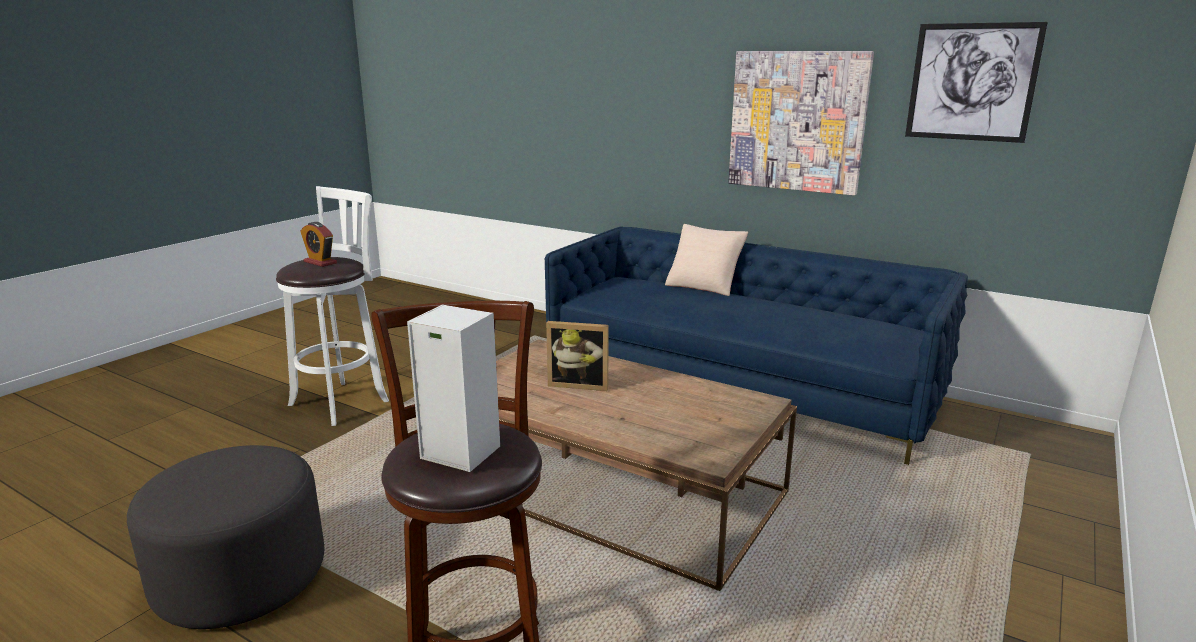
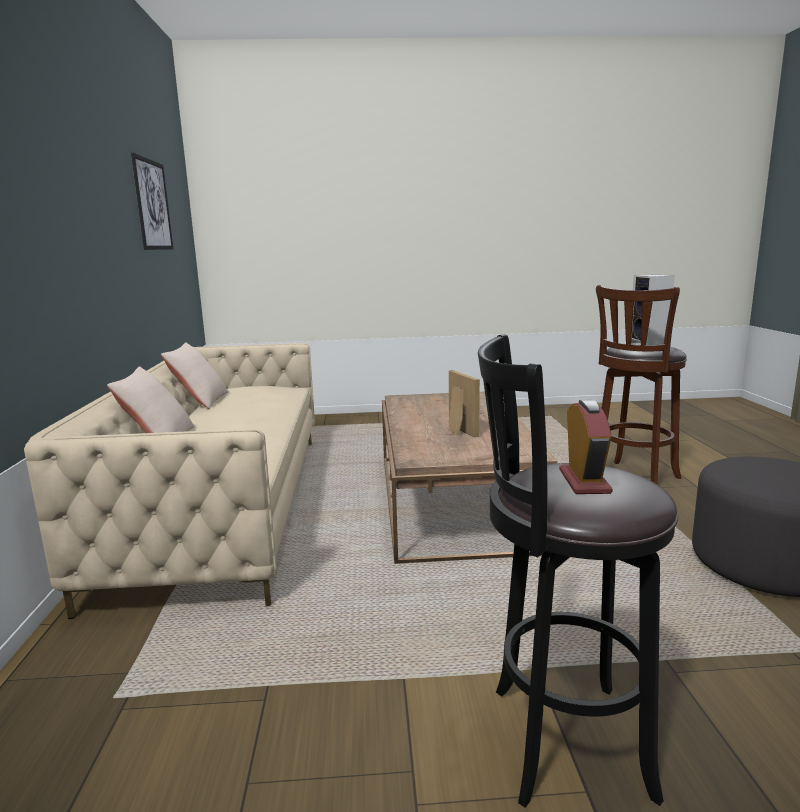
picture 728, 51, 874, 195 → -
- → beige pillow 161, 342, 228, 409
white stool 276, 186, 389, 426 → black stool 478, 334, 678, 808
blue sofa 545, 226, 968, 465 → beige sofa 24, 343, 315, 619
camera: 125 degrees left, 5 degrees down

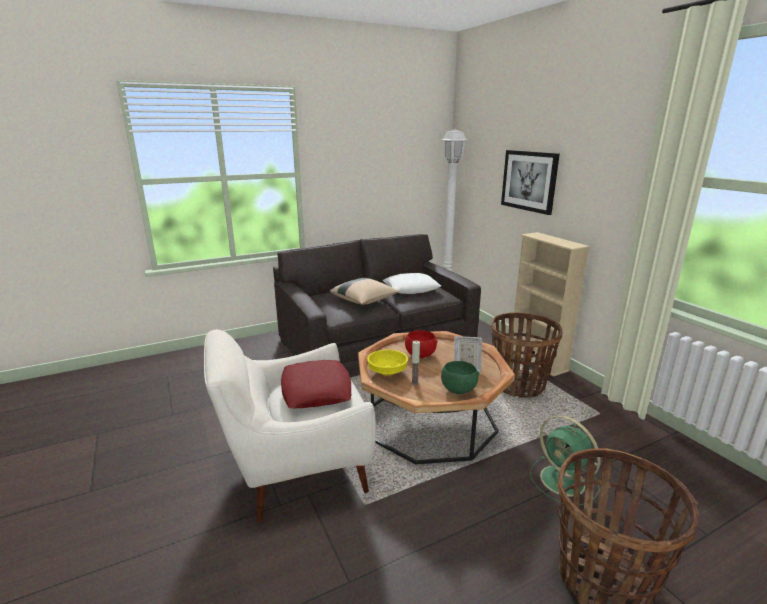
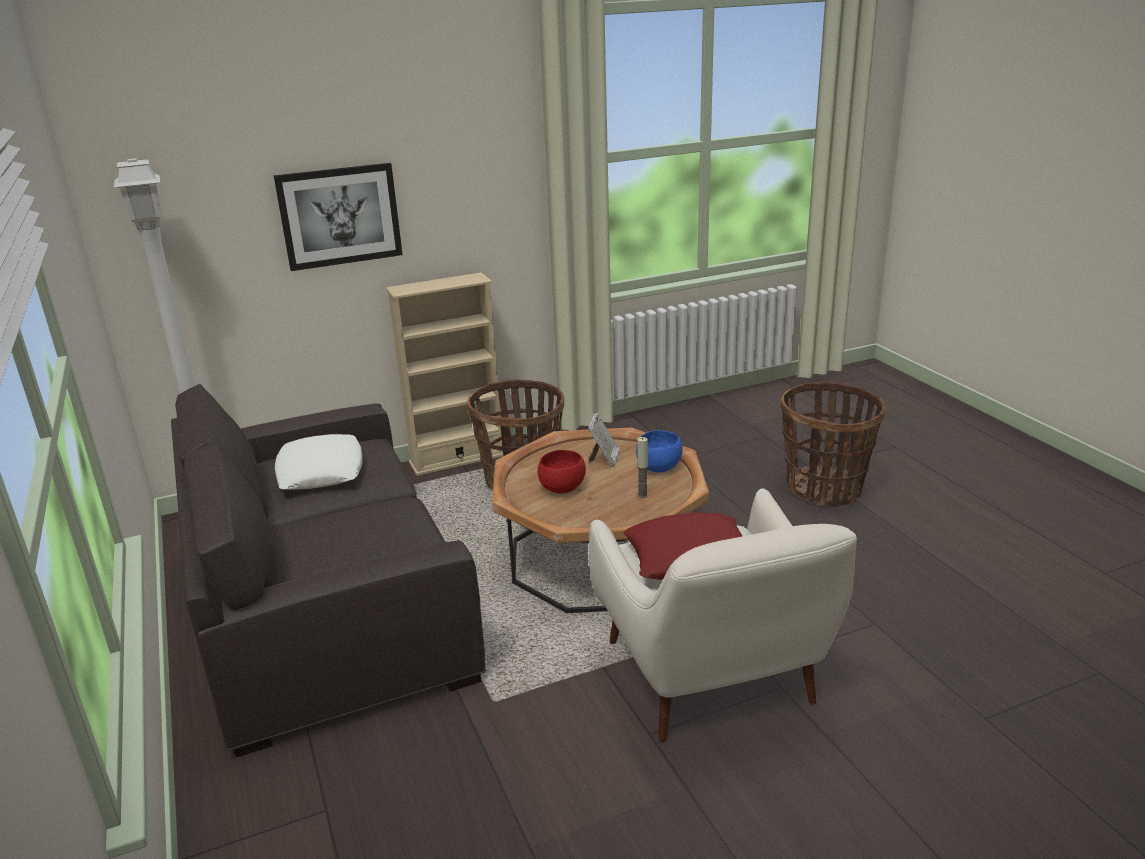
beige pillow 330, 278, 399, 305 → -
yellow bowl 367, 350, 408, 376 → -
green fan 530, 415, 601, 505 → -
green bowl 441, 361, 480, 394 → blue bowl 636, 431, 682, 472
camera: 85 degrees left, 5 degrees up

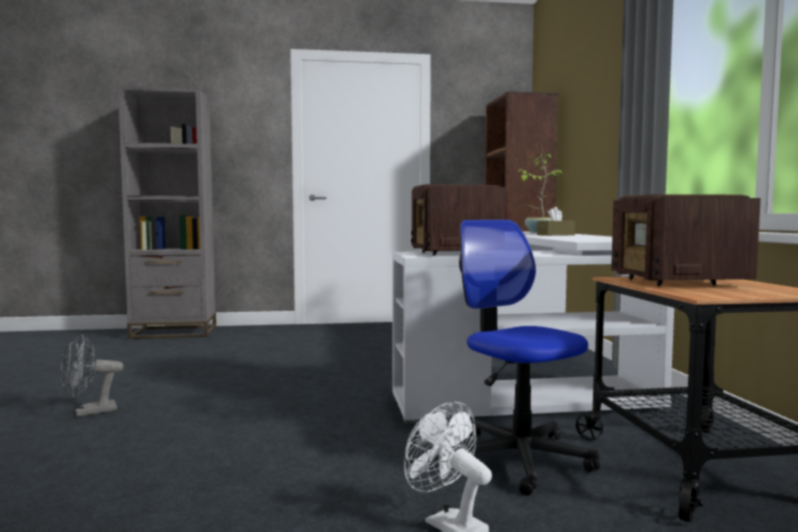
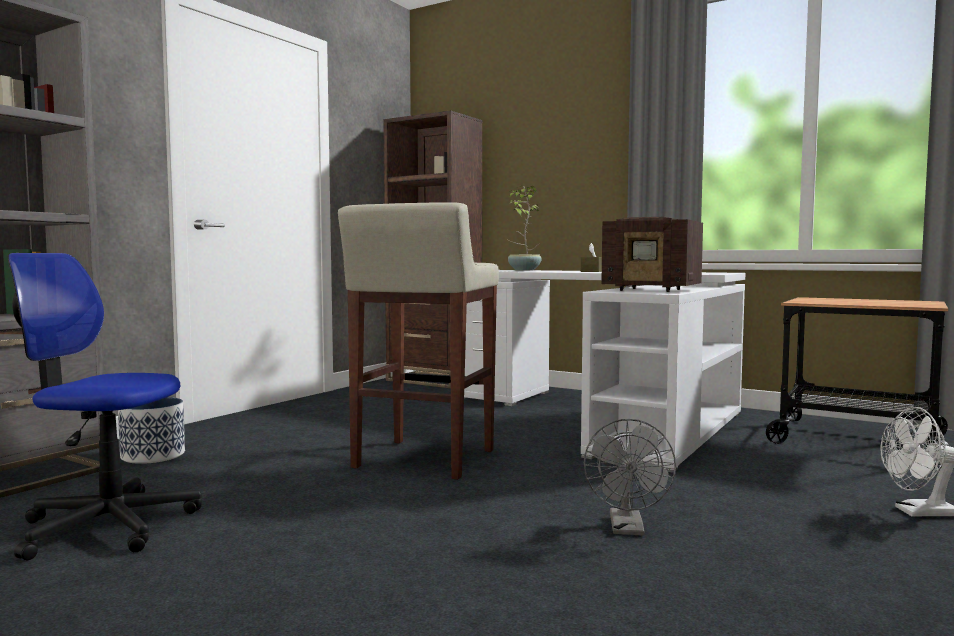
radio 611, 194, 761, 286 → -
- → planter 118, 397, 185, 464
- → beige stool 338, 202, 499, 480
grey fan 60, 334, 123, 417 → grey fan 584, 419, 676, 535, moved
office chair 451, 220, 600, 496 → office chair 8, 253, 202, 560, moved
camera: 50 degrees left, 0 degrees up

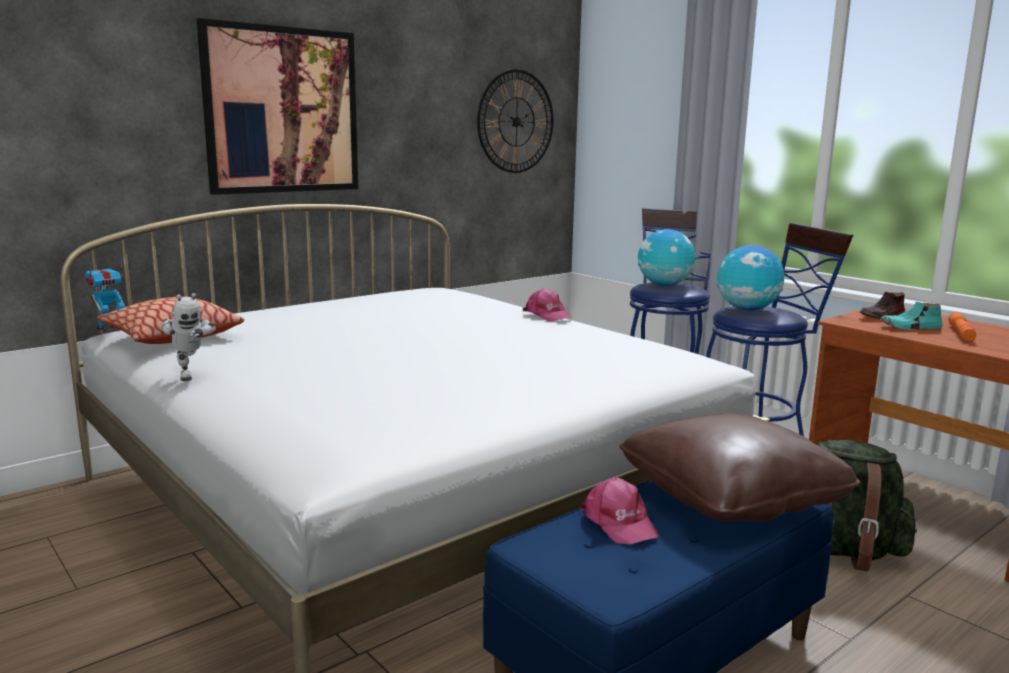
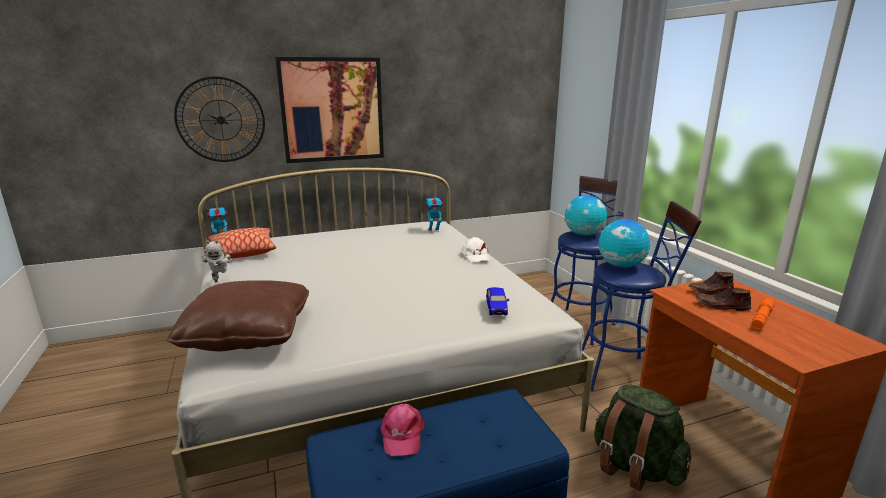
- → toy robot 425, 198, 443, 232
- → toy car 486, 287, 509, 315
wall clock 477, 69, 553, 173 → wall clock 174, 76, 265, 162, moved
brown pillow 619, 413, 860, 522 → brown pillow 166, 280, 309, 351, moved
pink cap 523, 288, 572, 321 → white cap 461, 237, 490, 262
turquoise shoe 880, 301, 942, 330 → brown shoe 695, 286, 751, 311
camera: 20 degrees right, 5 degrees up

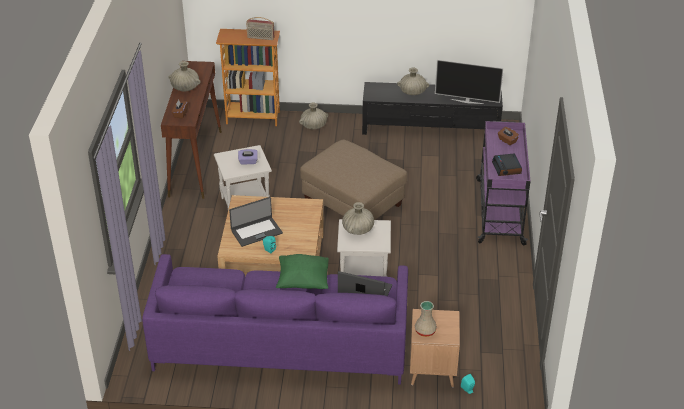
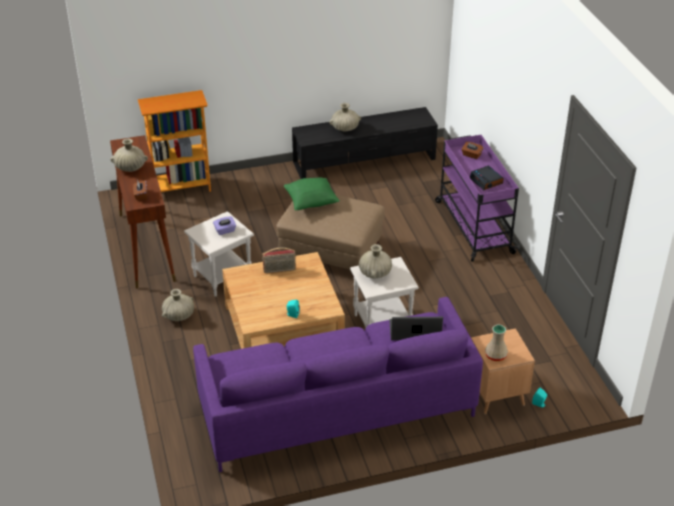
laptop 229, 197, 283, 247 → -
television 435, 59, 504, 104 → -
radio 246, 17, 274, 40 → radio 262, 248, 296, 273, moved
green pillow 276, 254, 329, 289 → green pillow 284, 177, 340, 210, moved
beige vase 299, 103, 328, 129 → beige vase 162, 289, 194, 321, moved
camera: 20 degrees left, 0 degrees up

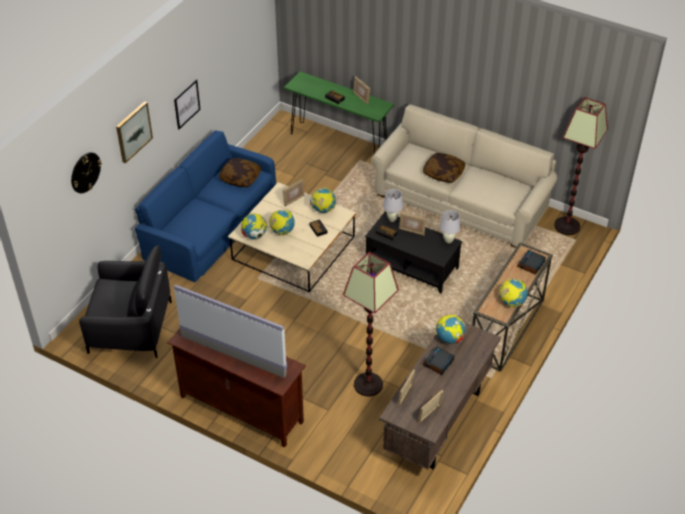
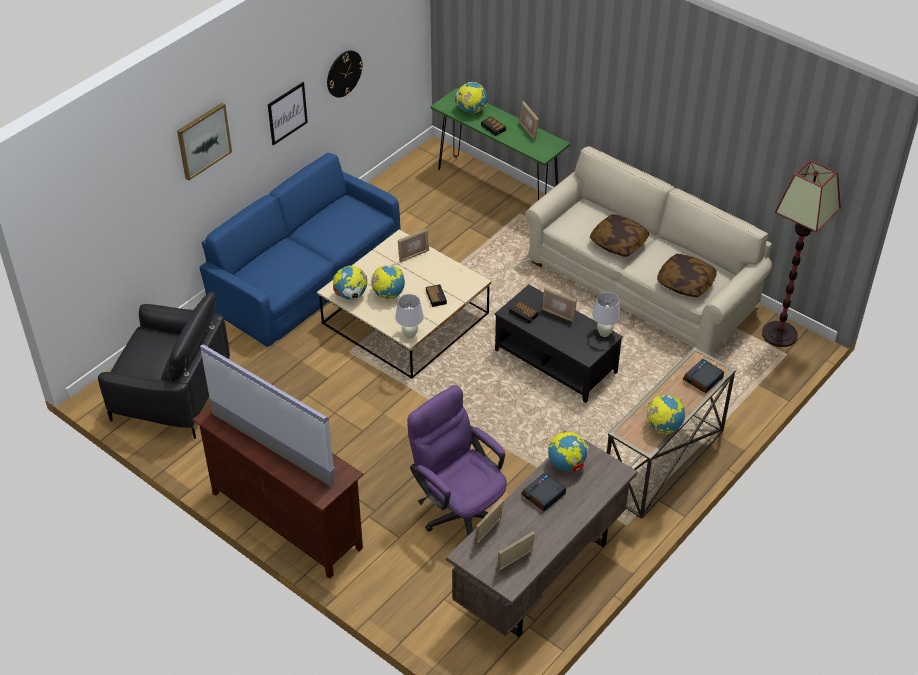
wall clock 71, 152, 102, 193 → wall clock 327, 50, 363, 98, moved
pillow 219, 158, 261, 187 → pillow 657, 254, 717, 297, moved
globe 310, 187, 336, 213 → globe 455, 82, 487, 113, moved
white table lamp 383, 189, 403, 222 → white table lamp 395, 294, 424, 339, moved
floor lamp 343, 252, 399, 396 → purple office chair 407, 385, 507, 536
camera: 10 degrees right, 0 degrees up

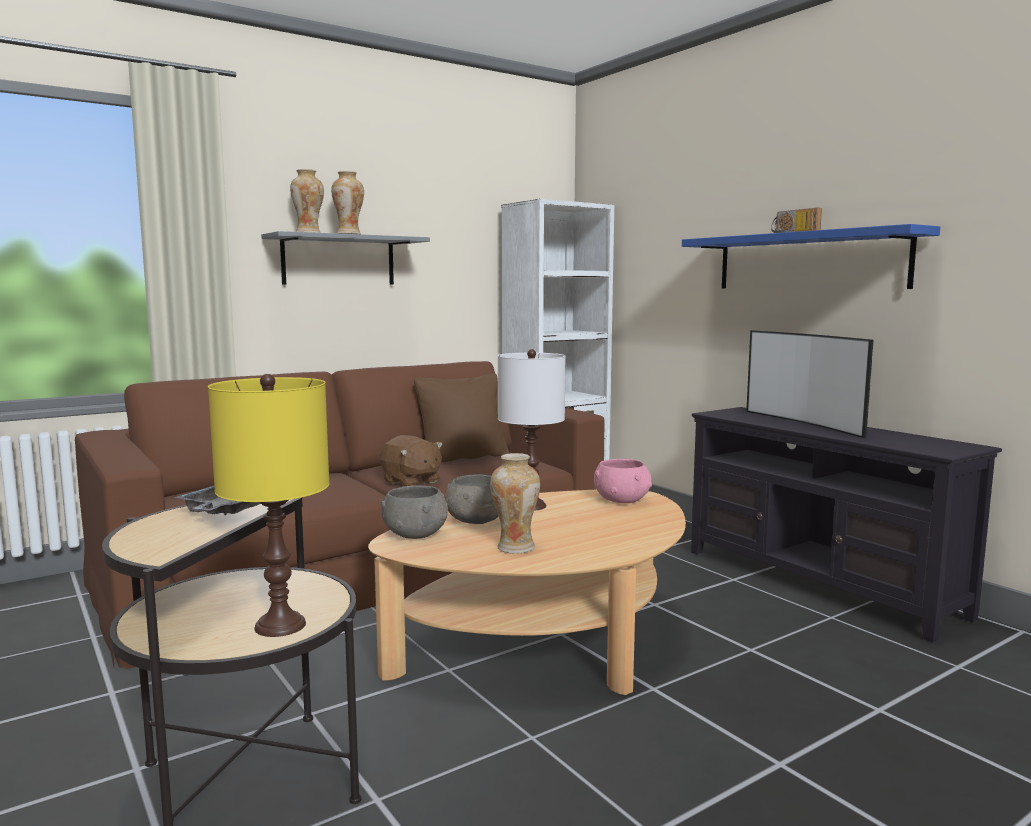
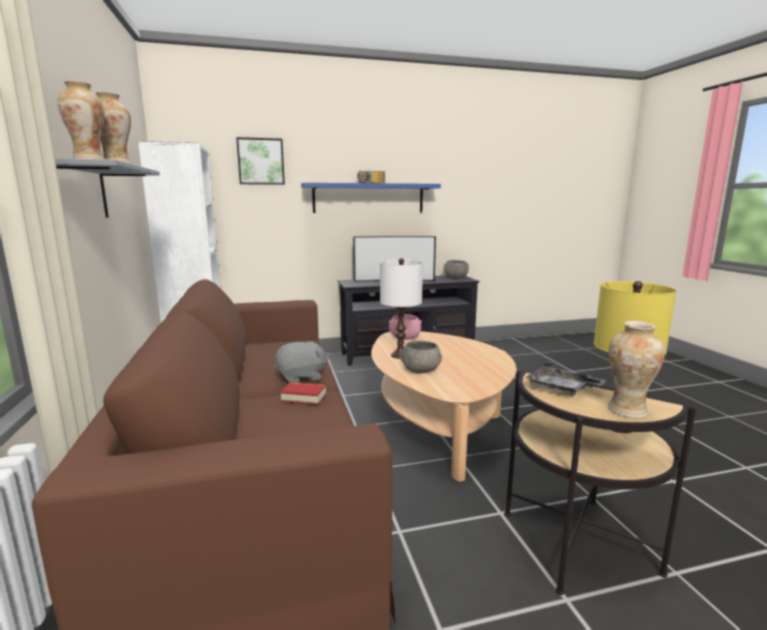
brown pillow 414, 374, 509, 462 → -
- → picture 236, 137, 285, 185
- → book 280, 382, 326, 405
grey bowl 381, 486, 448, 539 → grey bowl 444, 260, 469, 278, moved
vase 490, 453, 540, 554 → vase 608, 321, 665, 418, moved
brown plush toy 380, 435, 443, 487 → grey plush toy 274, 341, 329, 383
camera: 70 degrees left, 5 degrees up

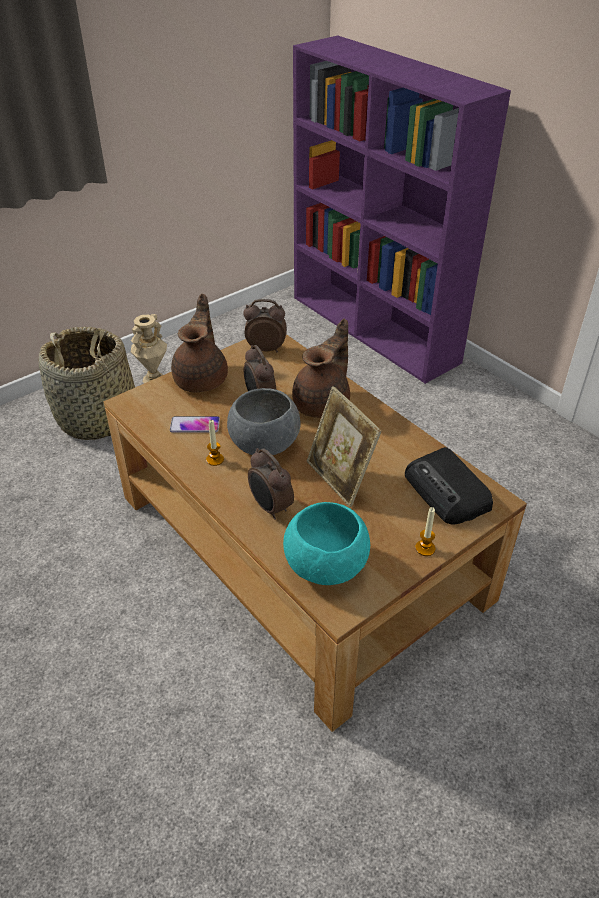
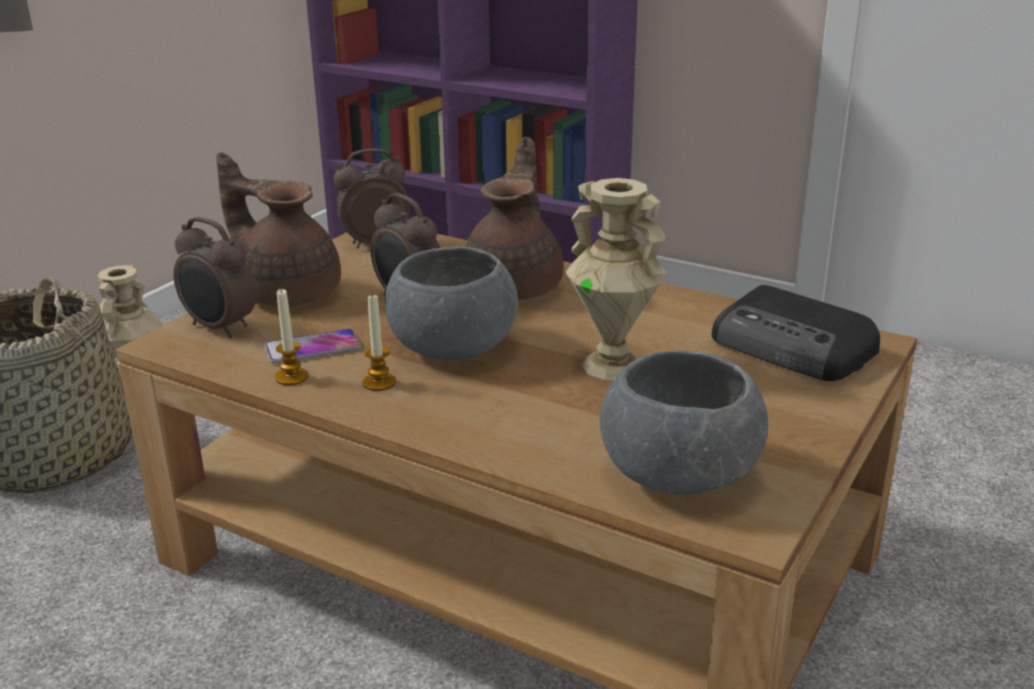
alarm clock 248, 448, 294, 520 → alarm clock 173, 217, 256, 338, moved
candle 415, 507, 435, 556 → candle 275, 288, 308, 386, moved
picture frame 307, 386, 382, 507 → beige vase 565, 178, 667, 380
turquoise bowl 283, 502, 370, 585 → grey bowl 600, 351, 768, 495
brown teapot 171, 294, 228, 392 → brown teapot 216, 152, 341, 307, 45 degrees counterclockwise
camera: 20 degrees left, 15 degrees down

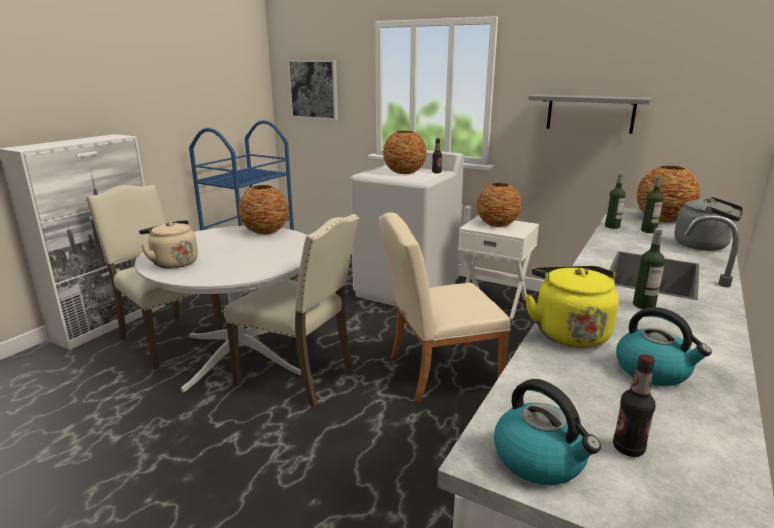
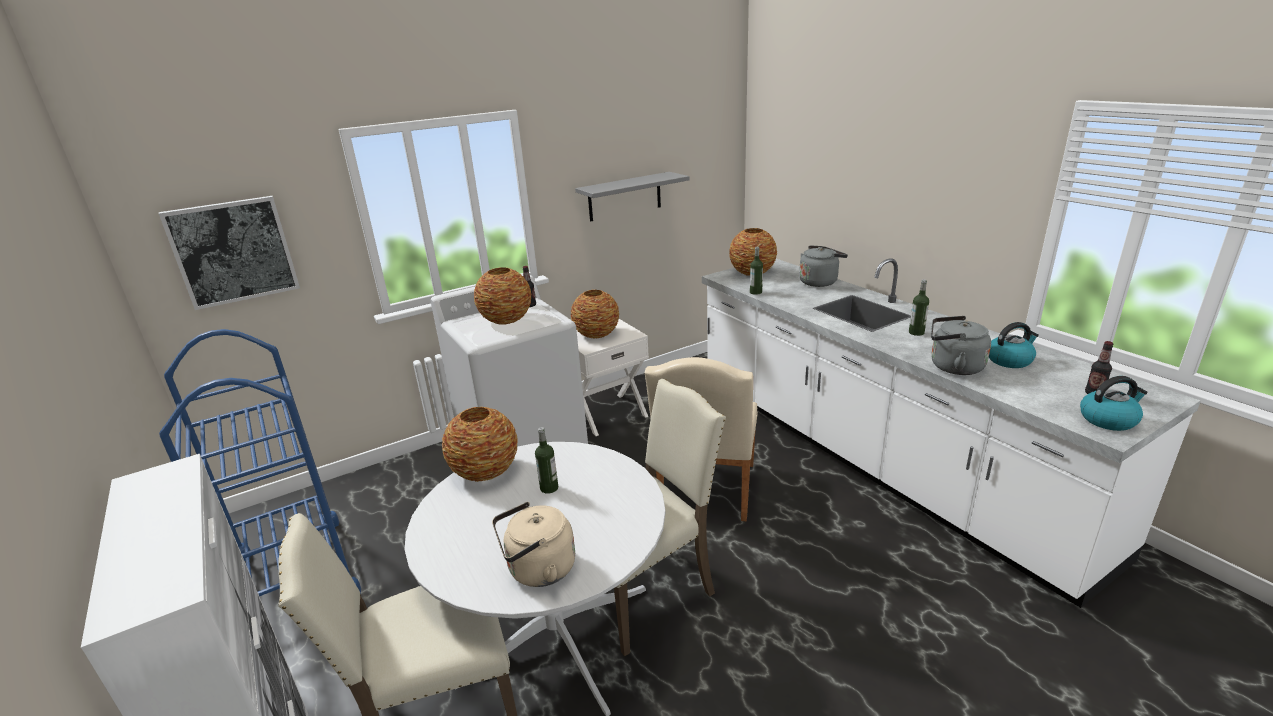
bottle 641, 176, 663, 233 → bottle 535, 427, 558, 494, moved
yellow kettle 525, 266, 619, 348 → grey kettle 931, 316, 991, 375
camera: 60 degrees left, 5 degrees up

